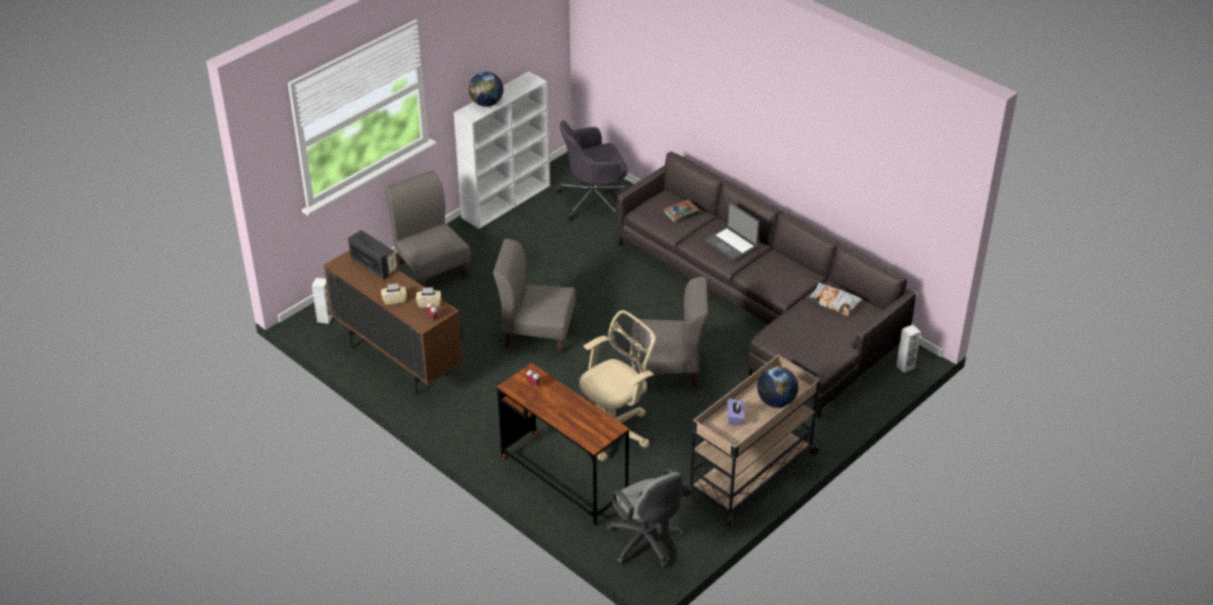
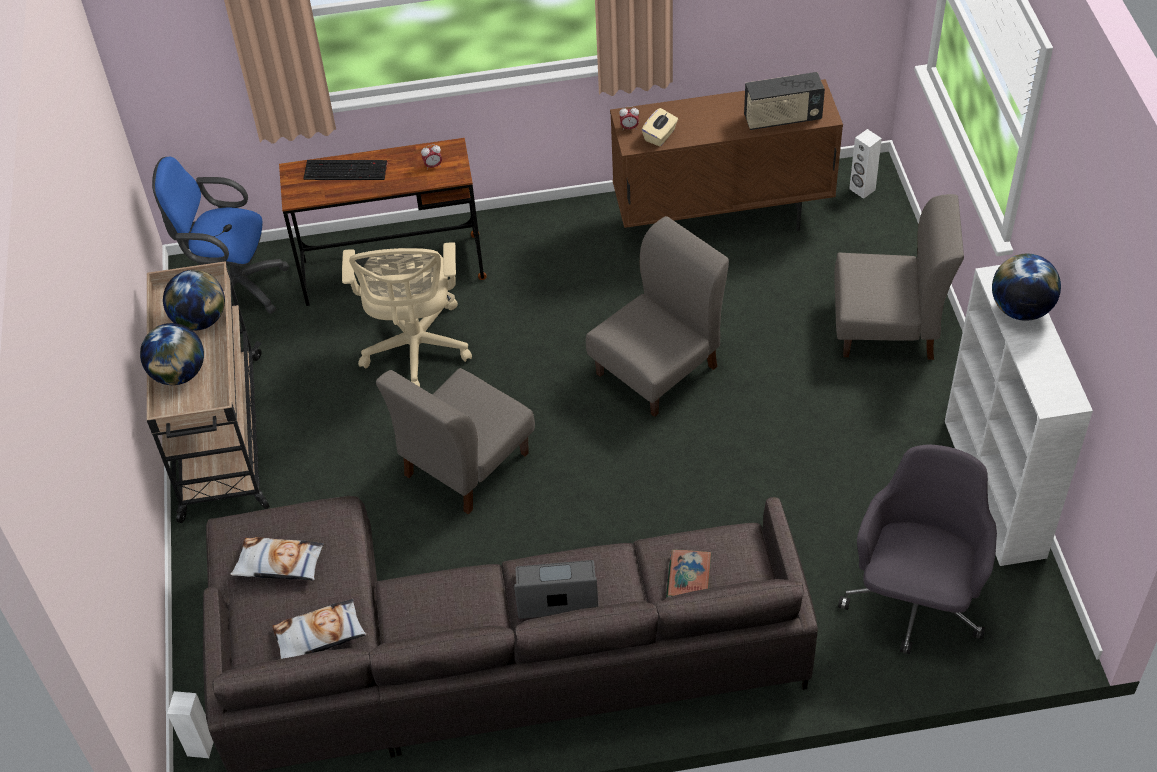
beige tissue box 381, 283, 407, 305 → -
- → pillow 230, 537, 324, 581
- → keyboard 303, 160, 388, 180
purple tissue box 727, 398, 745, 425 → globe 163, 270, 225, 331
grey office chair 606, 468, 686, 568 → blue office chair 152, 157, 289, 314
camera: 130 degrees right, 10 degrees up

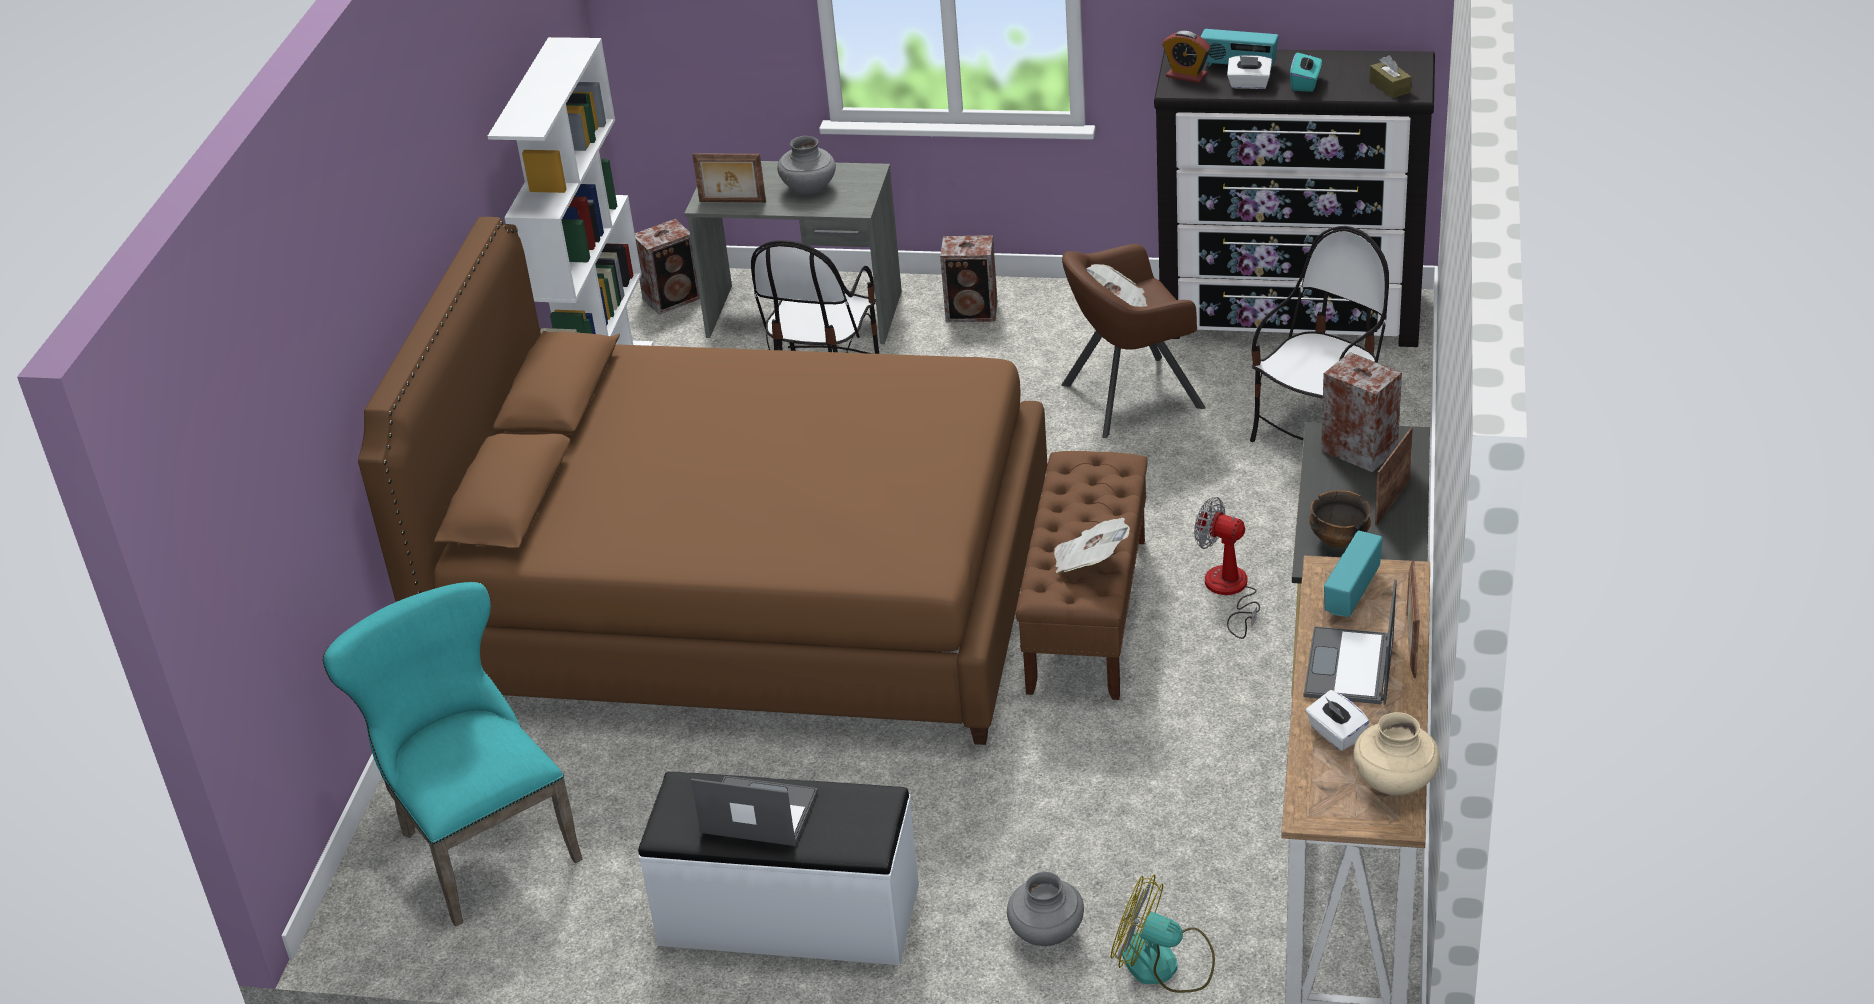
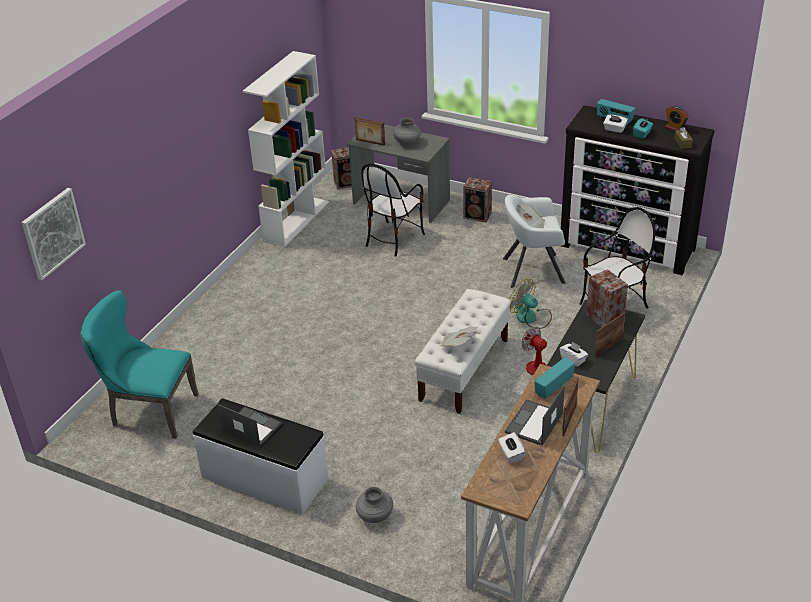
brown bed 358, 217, 1047, 745 → -
beige vase 1353, 712, 1440, 796 → -
- → picture 22, 188, 86, 280
fan 1110, 874, 1215, 993 → fan 509, 279, 552, 329, moved
alarm clock 1162, 31, 1211, 83 → alarm clock 665, 106, 689, 131, moved
bowl 1309, 490, 1371, 548 → white tissue box 560, 341, 588, 367
brown bench 1016, 451, 1147, 700 → white bench 414, 289, 511, 414
brown armchair 1062, 244, 1206, 438 → white armchair 503, 195, 566, 288
turquoise chair 323, 582, 583, 926 → turquoise chair 81, 290, 199, 439, 60 degrees counterclockwise
camera: 15 degrees right, 0 degrees up

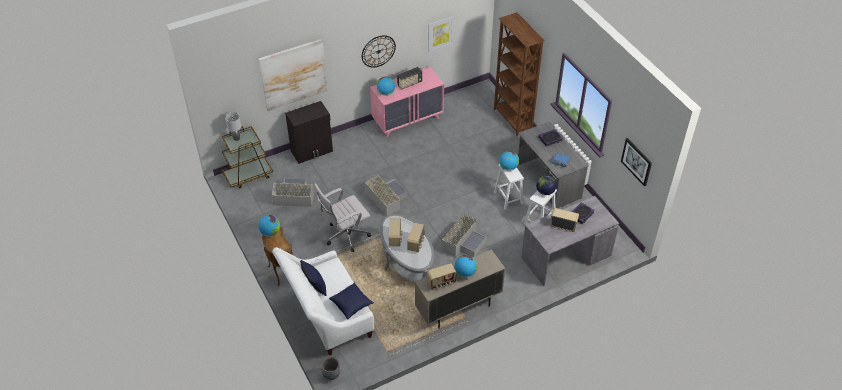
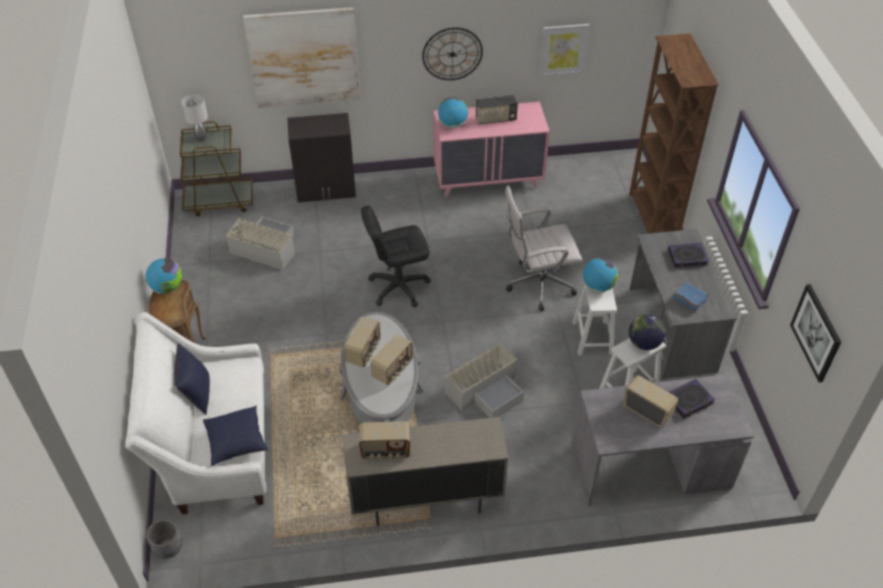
globe 454, 255, 477, 278 → -
white office chair 314, 183, 371, 253 → white office chair 505, 185, 583, 311, moved
grey storage box 365, 175, 407, 216 → black office chair 361, 206, 431, 307
camera: 20 degrees right, 0 degrees up

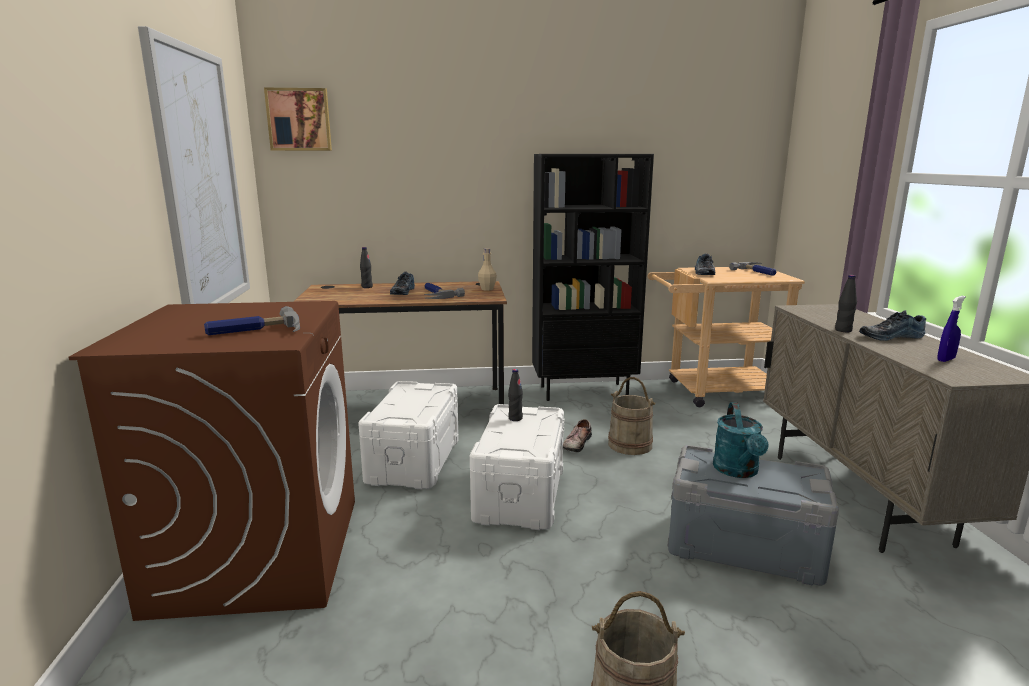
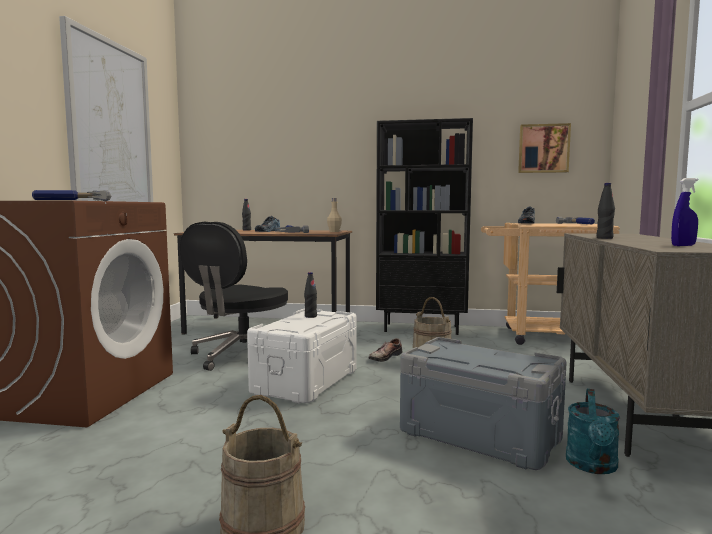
shoe 859, 310, 926, 341 → -
picture 264, 88, 332, 151 → picture 518, 123, 571, 173, moved
turquoise watering can 713, 402, 769, 478 → turquoise watering can 566, 389, 620, 474, moved
white storage box 358, 381, 459, 489 → black office chair 180, 222, 288, 371
camera: 15 degrees right, 10 degrees down

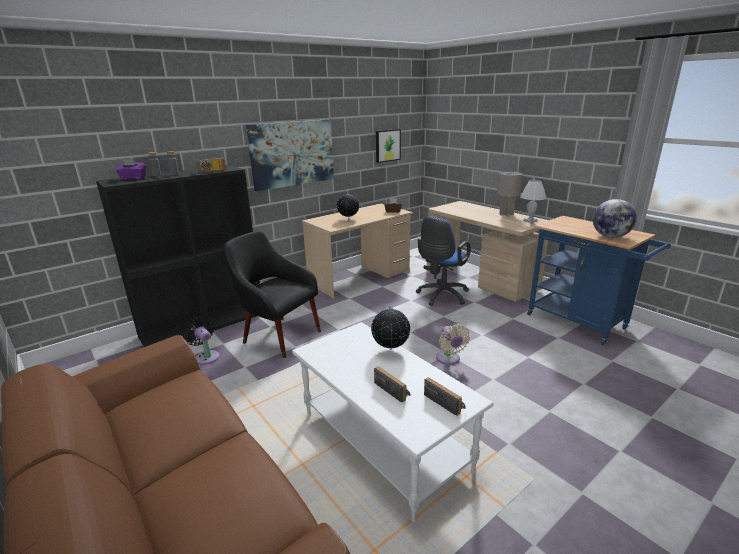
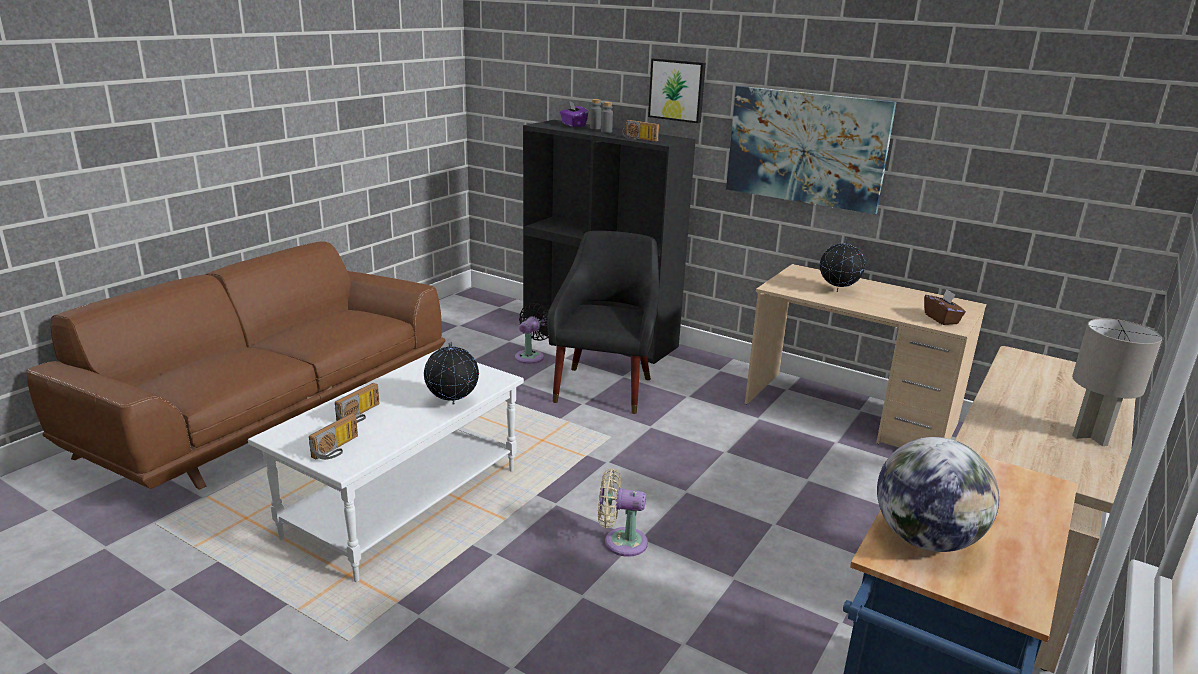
blue office chair 416, 216, 471, 306 → -
white table lamp 520, 180, 546, 223 → -
picture 376, 129, 401, 163 → picture 648, 58, 706, 123, moved
beige fan 436, 324, 470, 365 → beige fan 598, 468, 648, 557, 45 degrees clockwise
camera: 70 degrees right, 0 degrees up

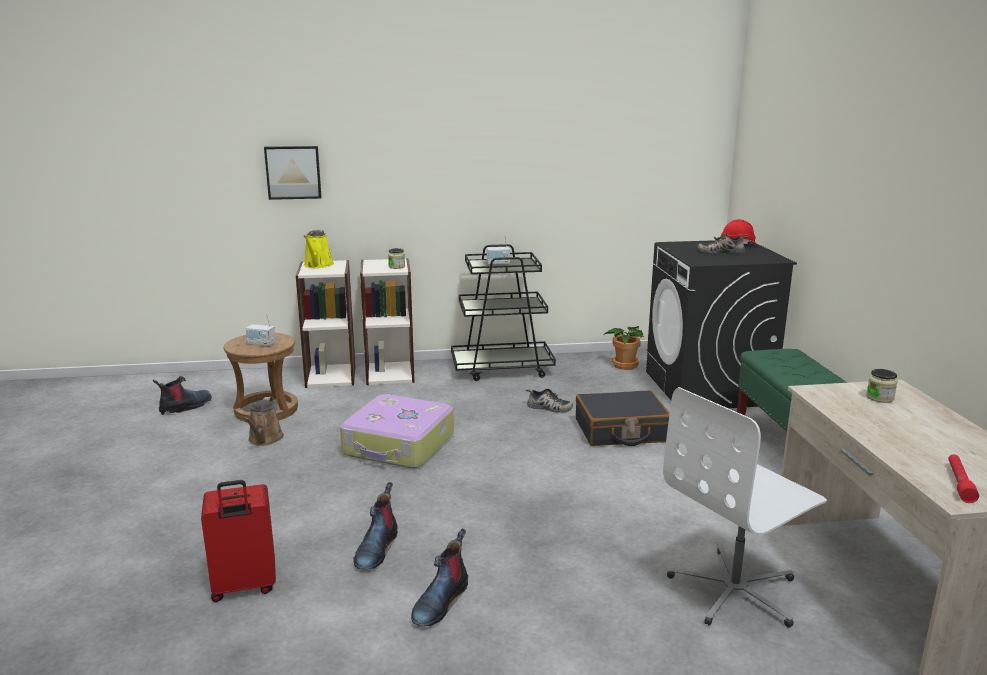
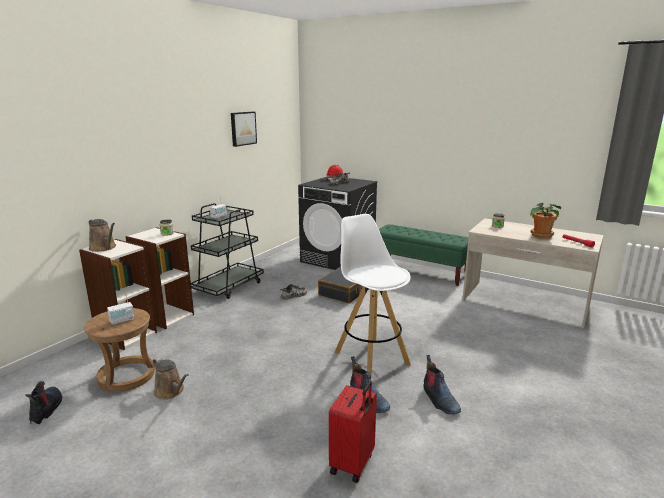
suitcase 340, 394, 454, 468 → -
white office chair 663, 387, 827, 628 → -
- → white stool 334, 214, 411, 379
picture 264, 146, 322, 200 → picture 231, 111, 257, 147, moved
potted plant 604, 326, 645, 370 → potted plant 530, 203, 561, 239, moved
yellow watering can 303, 230, 334, 268 → brown watering can 89, 219, 116, 252
camera: 50 degrees left, 0 degrees up

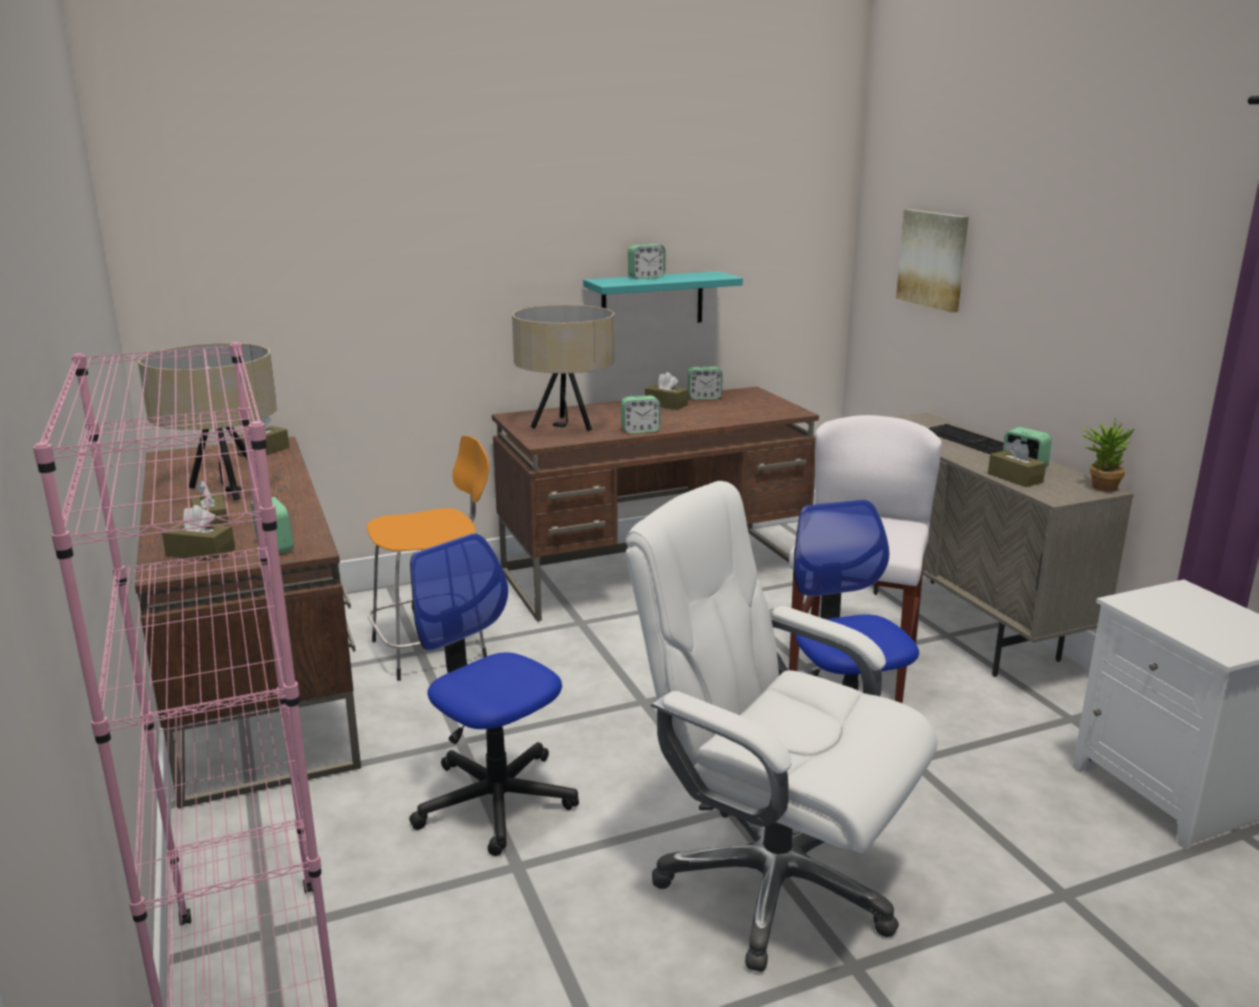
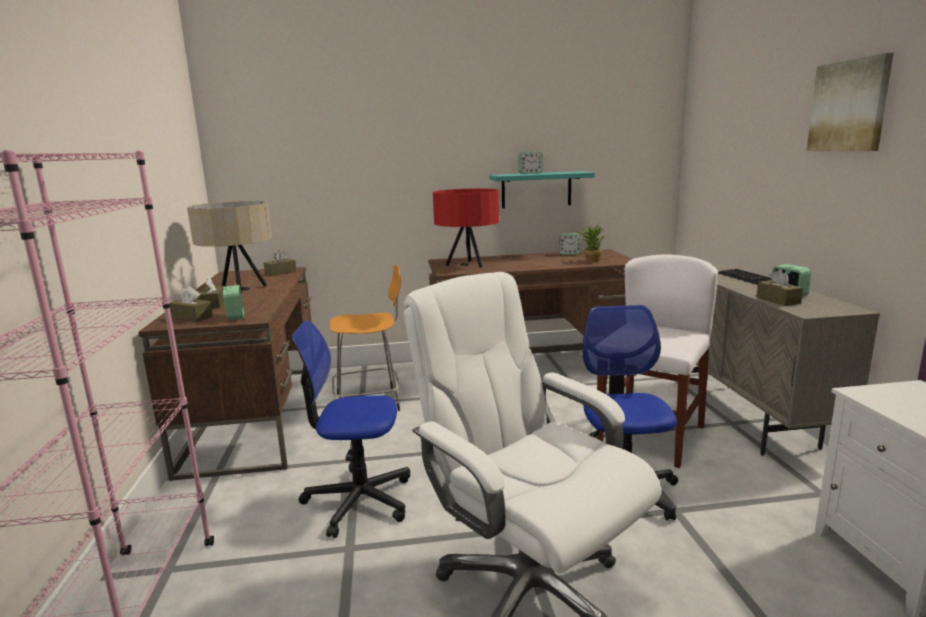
alarm clock 621, 395, 661, 433 → -
brown tissue box 644, 372, 688, 410 → -
picture 896, 209, 969, 312 → picture 807, 53, 894, 151, moved
potted plant 1081, 418, 1134, 492 → potted plant 576, 225, 606, 263, moved
beige table lamp 512, 305, 615, 431 → red table lamp 433, 188, 499, 268
office chair 409, 533, 579, 856 → office chair 291, 320, 410, 538, 60 degrees counterclockwise
camera: 15 degrees right, 5 degrees down

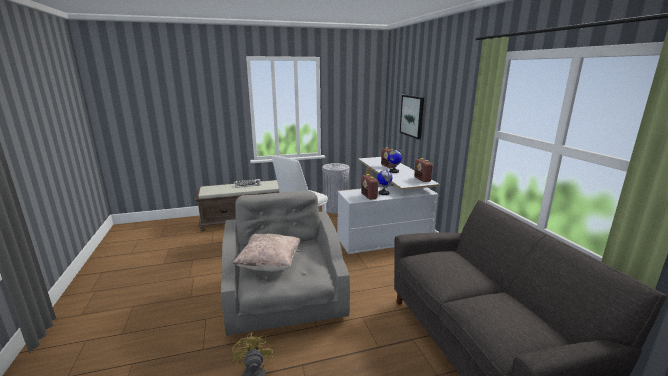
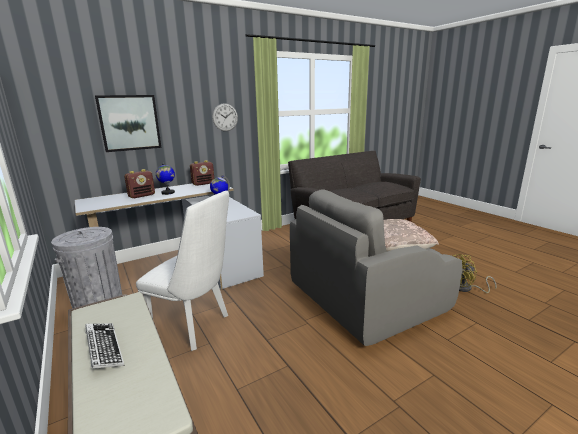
radio 361, 174, 379, 200 → -
- → wall clock 212, 103, 238, 131
camera: 105 degrees left, 0 degrees up

